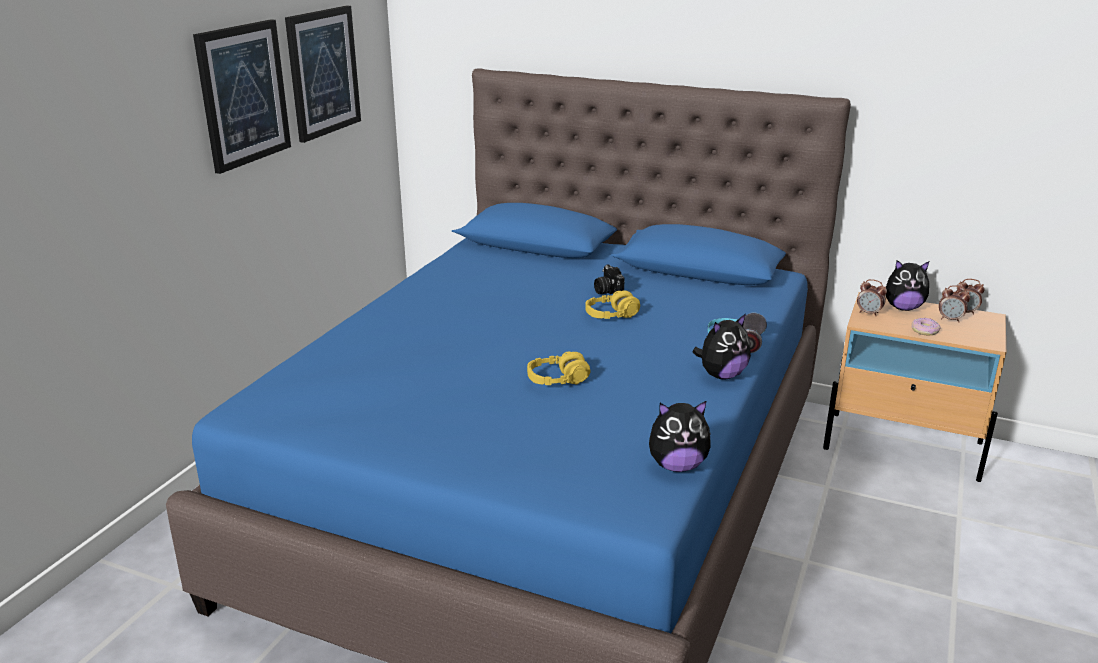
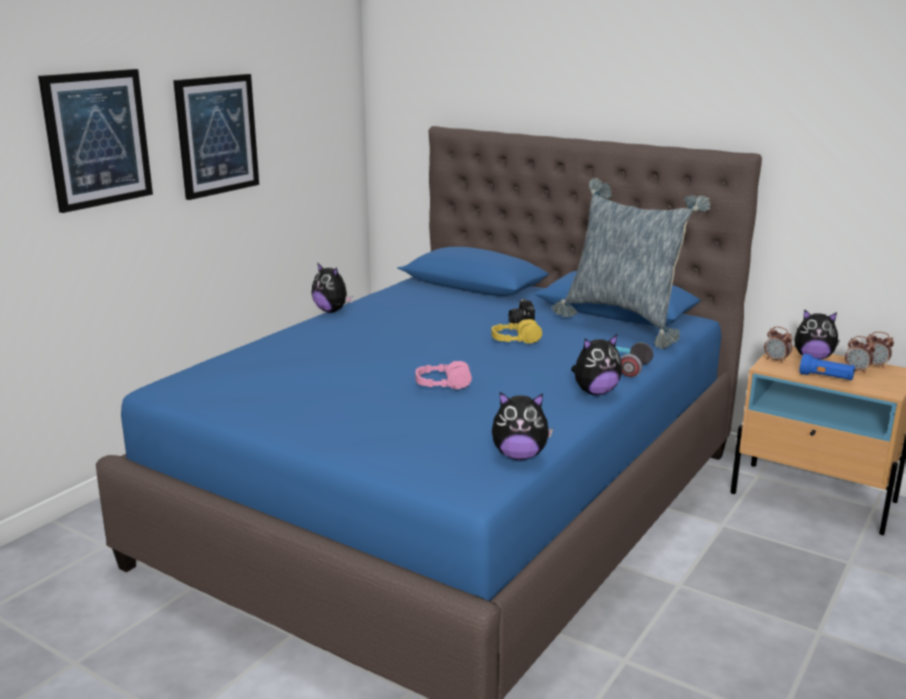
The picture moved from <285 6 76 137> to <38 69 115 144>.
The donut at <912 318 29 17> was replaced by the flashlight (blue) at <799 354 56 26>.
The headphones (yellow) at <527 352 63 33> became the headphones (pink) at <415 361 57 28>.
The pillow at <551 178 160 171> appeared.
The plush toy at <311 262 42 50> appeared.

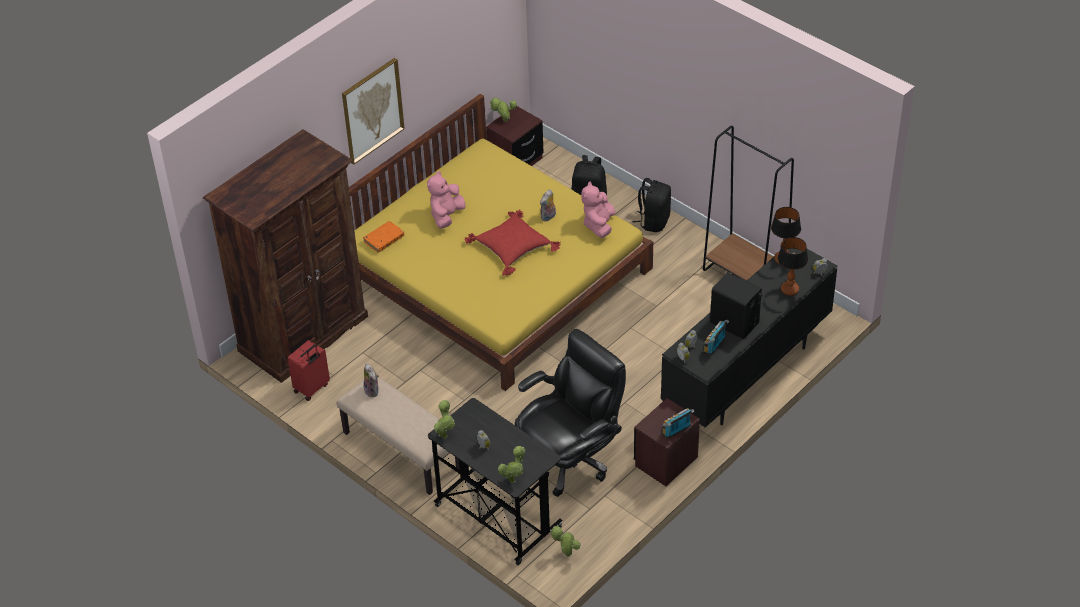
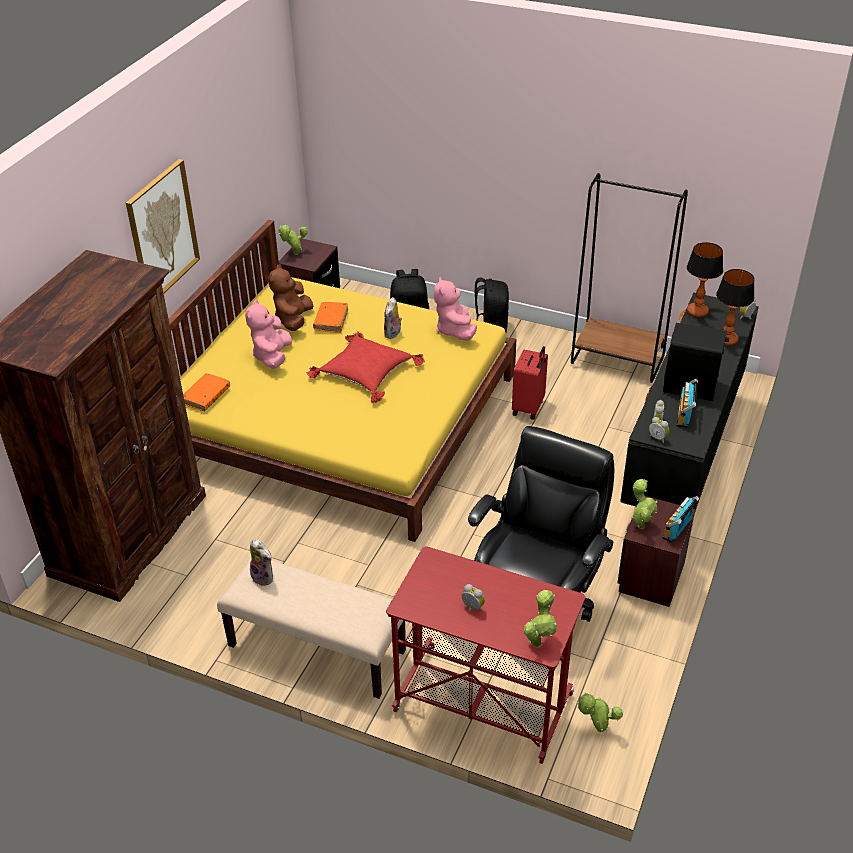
The suitcase (red) moved from <288 340 42 61> to <512 346 36 74>.
The desk (black) at <428 398 134 167> became the desk (red) at <386 546 199 218>.
The potted plant moved from <434 400 21 39> to <631 479 26 50>.
The plush toy (brown) at <268 264 45 67> appeared.
The book (orange) at <313 302 35 31> appeared.

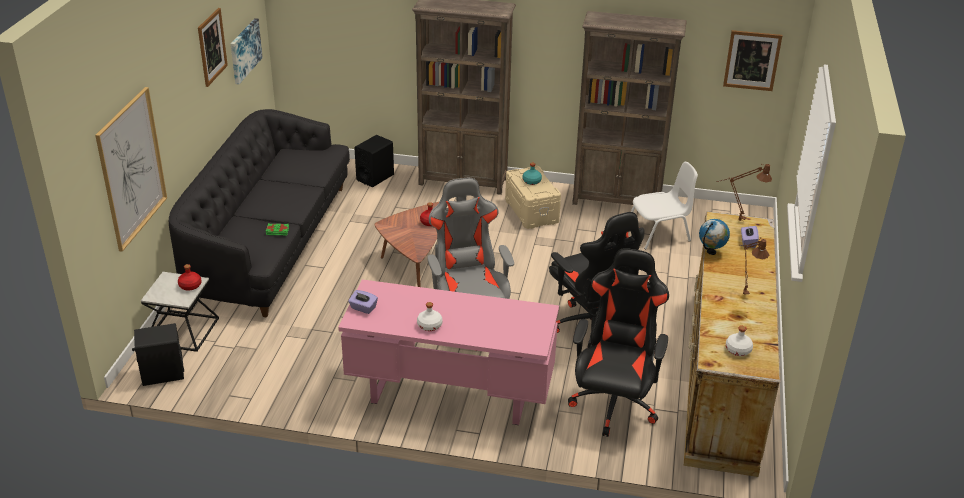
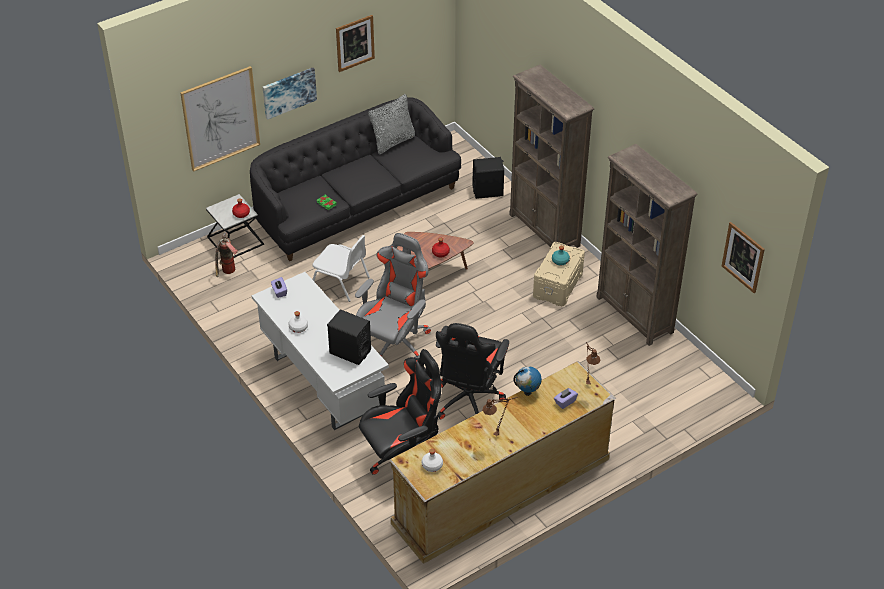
The picture moved from <231 18 32 66> to <263 68 54 52>.
The chair (white) moved from <631 161 67 89> to <312 235 58 67>.
The desk (pink) at <338 279 221 146> became the desk (white) at <252 272 137 158>.
The speaker (black) moved from <132 323 52 63> to <327 309 44 56>.
The pillow (grey) at <368 94 47 60> appeared.
The fire extinguisher at <215 233 23 44> appeared.

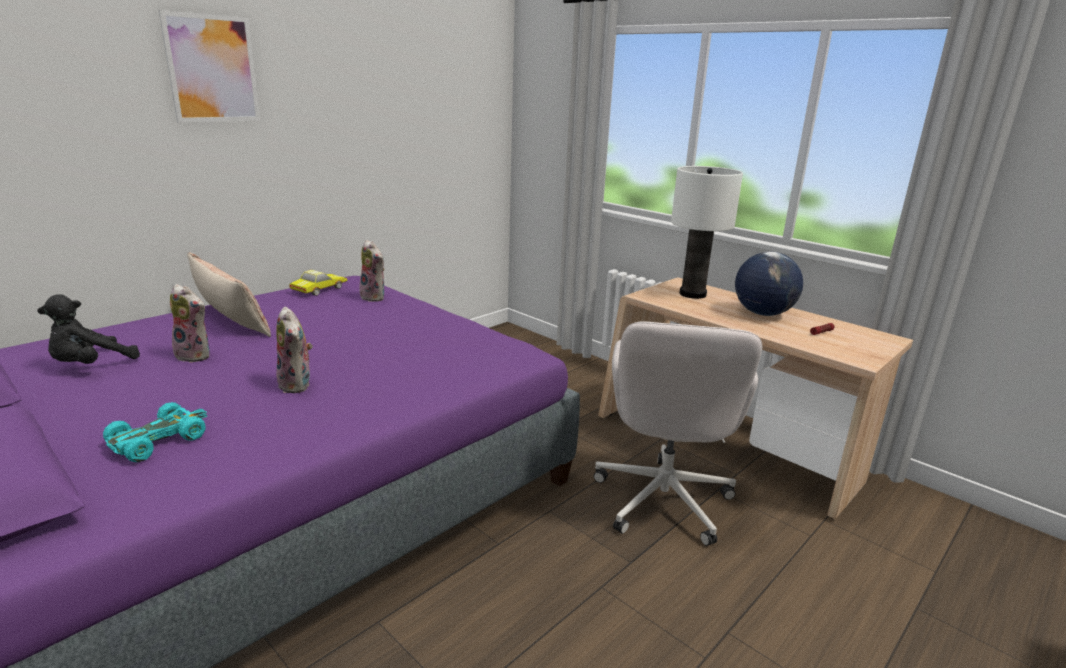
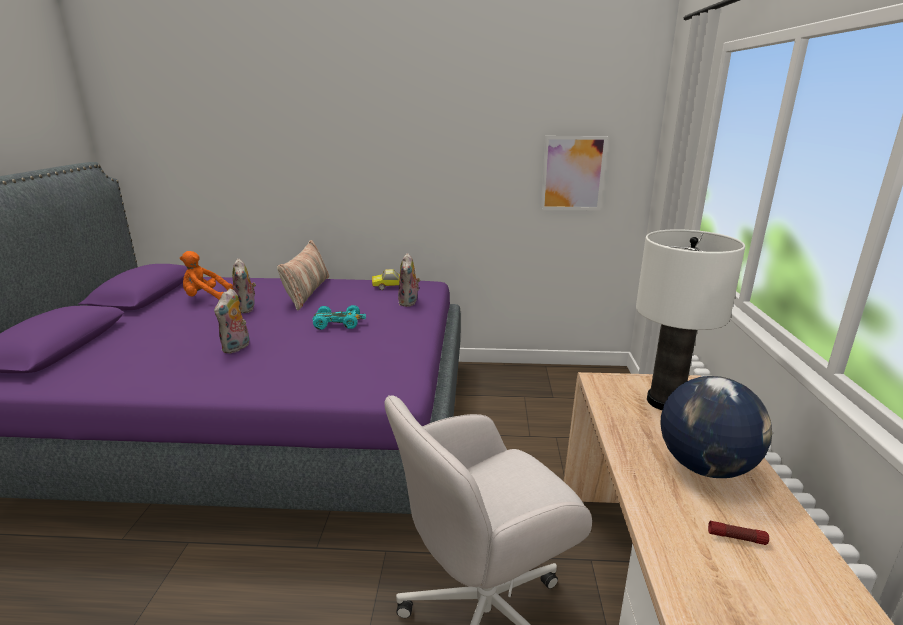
The picture moved from <158 10 103 112> to <541 136 67 74>.
The plush toy (black) at <37 294 103 70> became the plush toy (orange) at <180 251 53 49>.
The toy car (turquoise) moved from <103 402 104 60> to <312 305 54 25>.

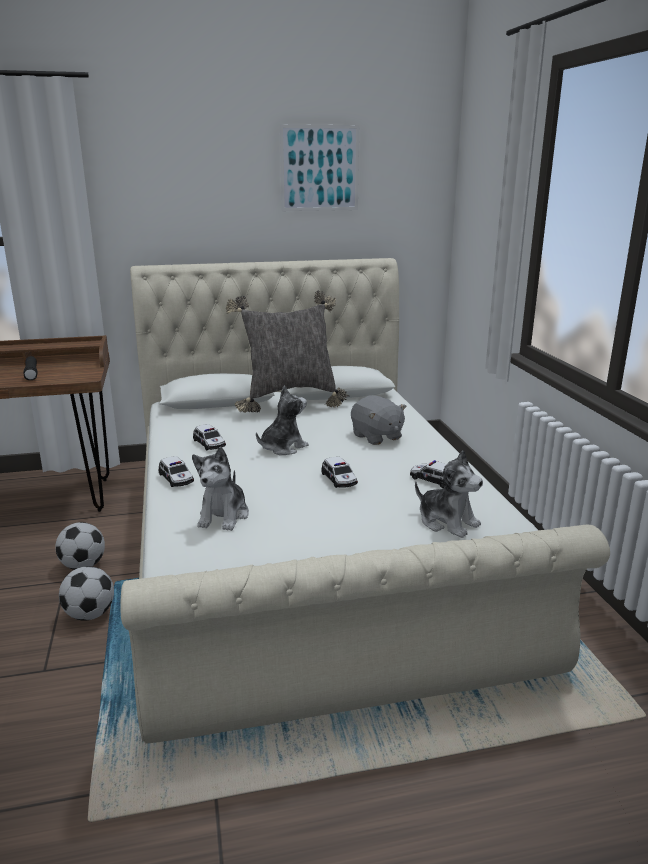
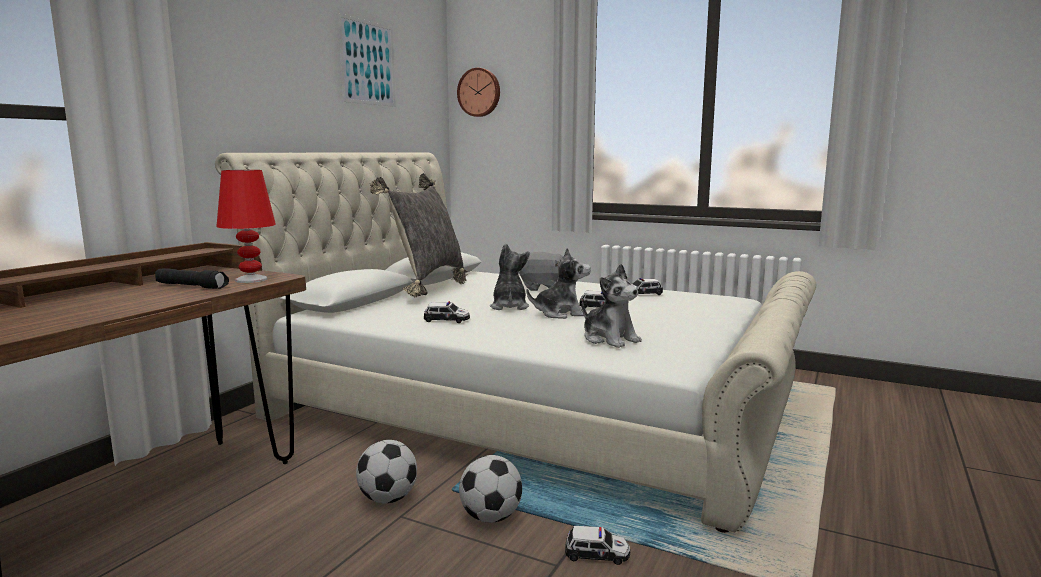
The plush toy moved from <415 450 68 88> to <527 248 64 71>.
The toy car moved from <159 456 35 31> to <565 526 65 39>.
The wall clock at <457 68 43 49> appeared.
The table lamp (red) at <216 170 60 113> appeared.

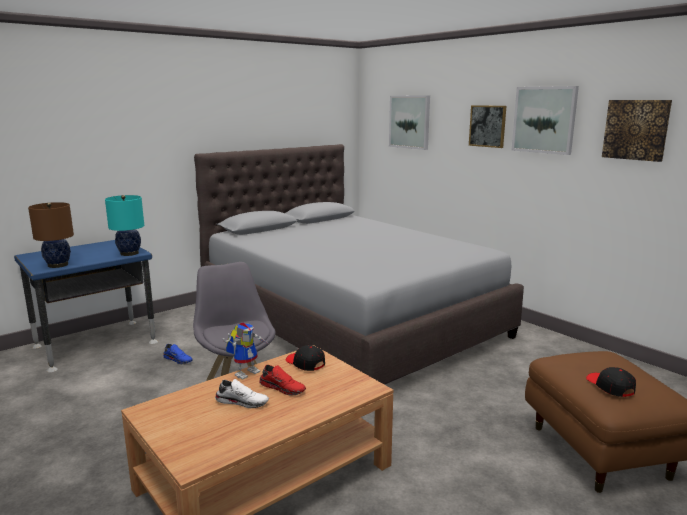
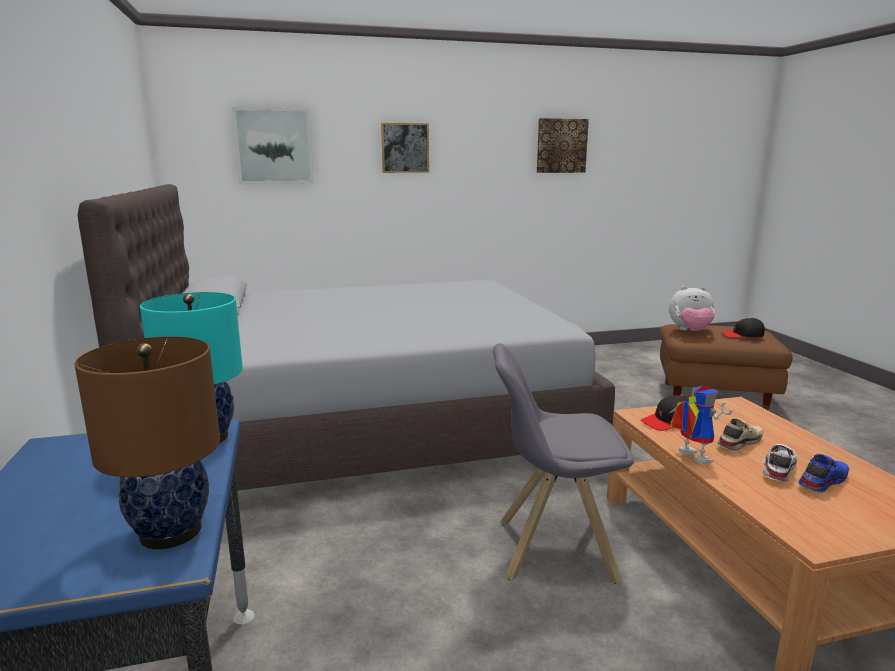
The picture at <512 86 67 69> disappeared.
The shoe (blue) moved from <163 344 29 20> to <798 454 51 39>.
The shoe (red) at <259 365 47 31> became the shoe (beige) at <717 418 46 33>.
The plush toy at <669 286 46 45> appeared.

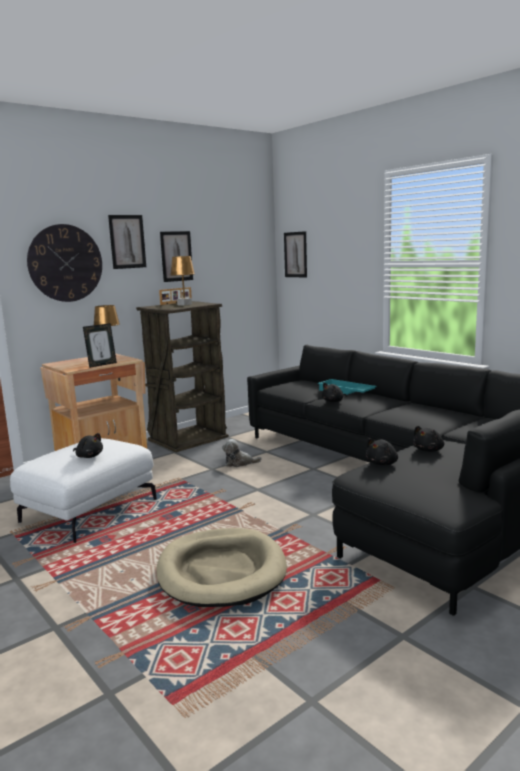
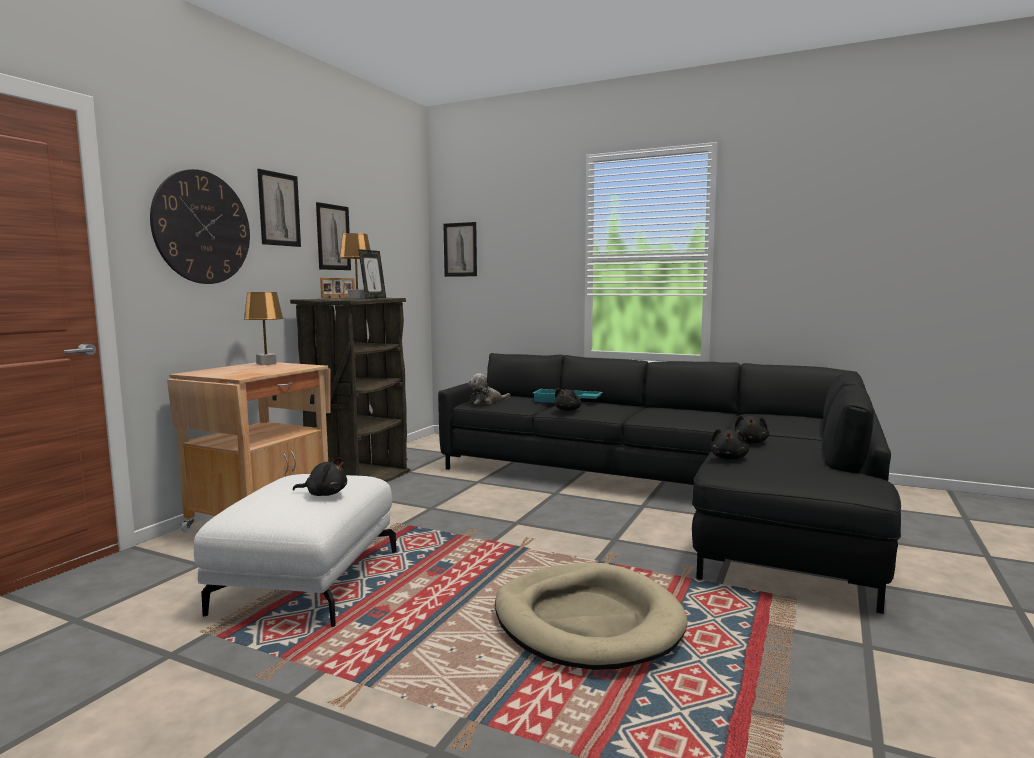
The picture frame moved from <83 323 34 45> to <358 249 28 50>.
The plush toy moved from <222 439 39 28> to <468 373 42 31>.

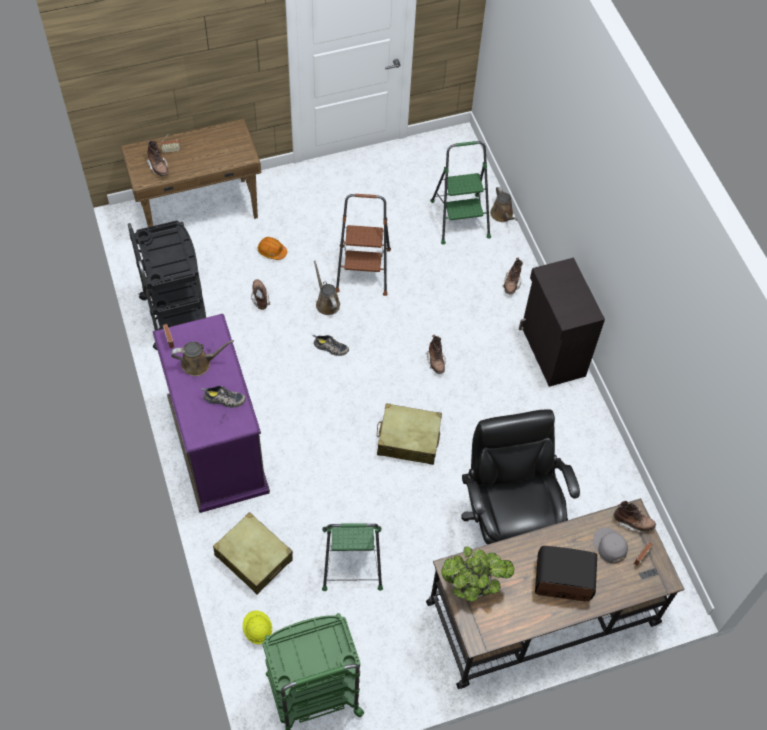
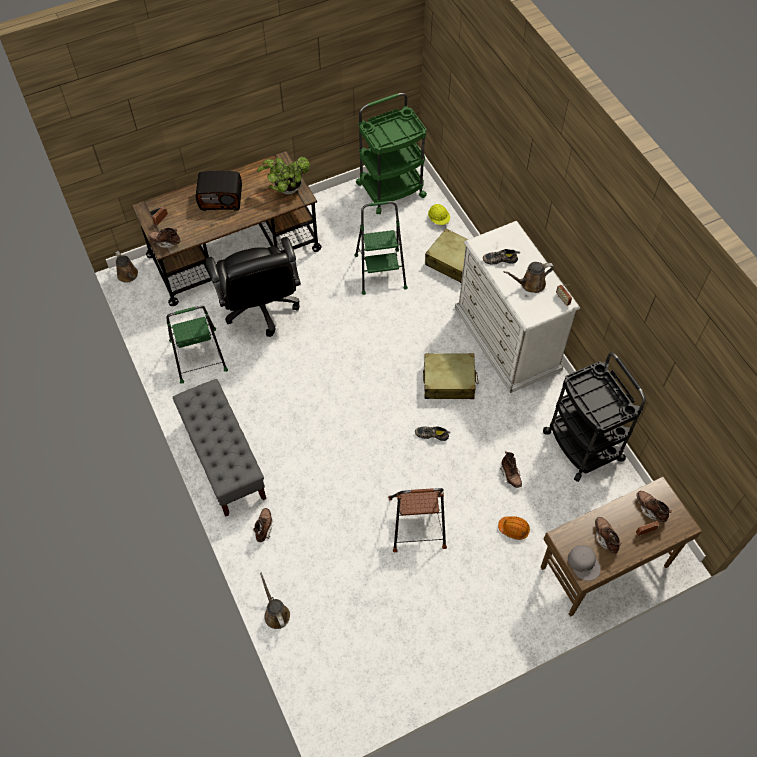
The step ladder (green) moved from <430 141 61 103> to <166 306 62 78>.
The cabinet (black) at <519 258 86 129> was replaced by the bench (grey) at <173 379 93 138>.
The watering can (brown) moved from <314 261 26 54> to <115 251 23 32>.
The dresser (purple) at <153 314 117 199> became the dresser (white) at <455 221 126 172>.
The boot (brown) moved from <426 334 20 40> to <595 517 26 37>.
The suitcase (beige) moved from <377 403 65 62> to <423 353 56 46>.
The cap (grey) moved from <593 528 35 35> to <568 545 33 36>.

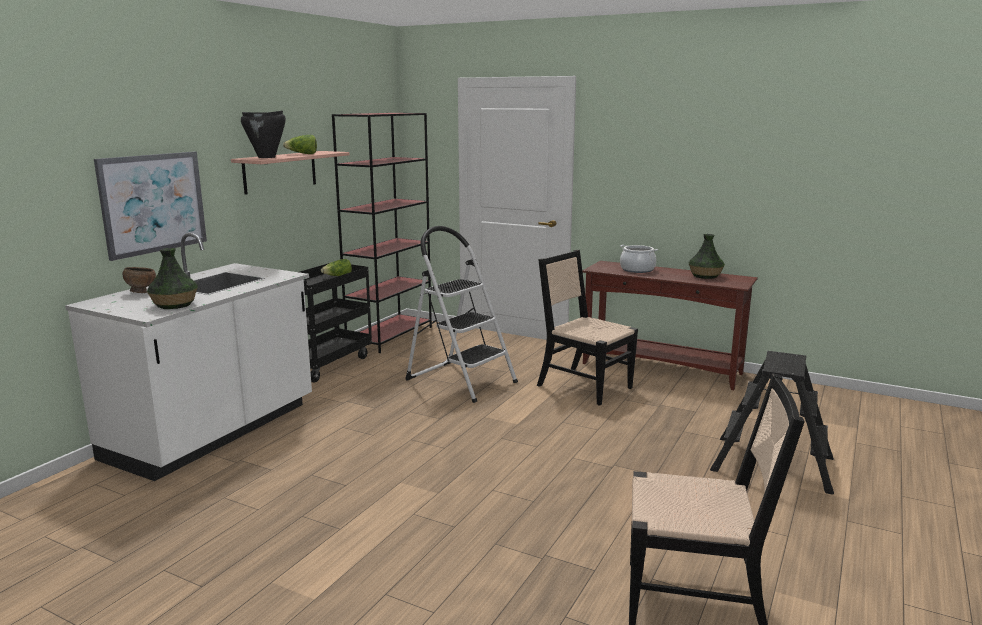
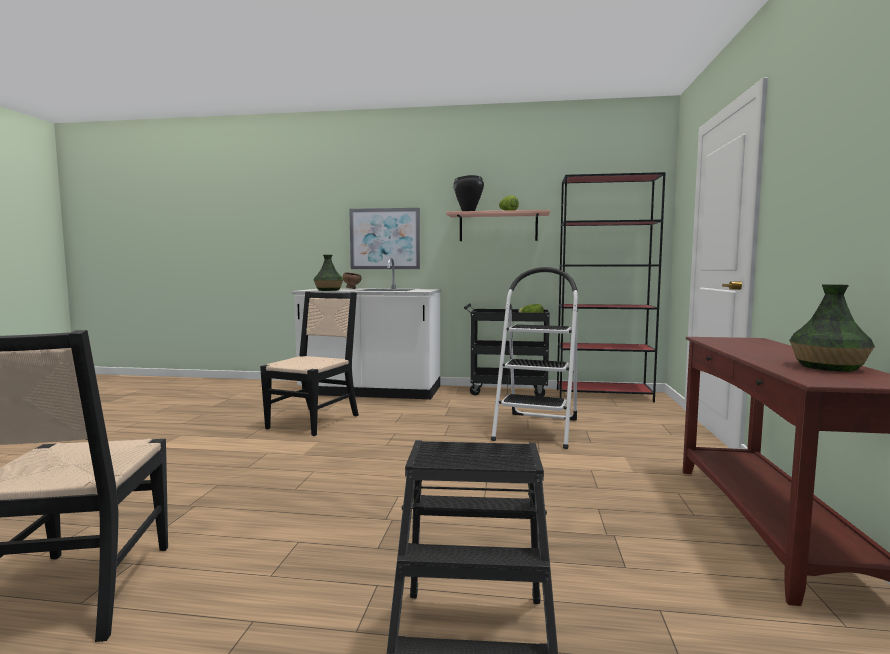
The cooking pot at <620 245 38 28> disappeared.
The chair moved from <537 250 101 155> to <260 291 99 145>.

